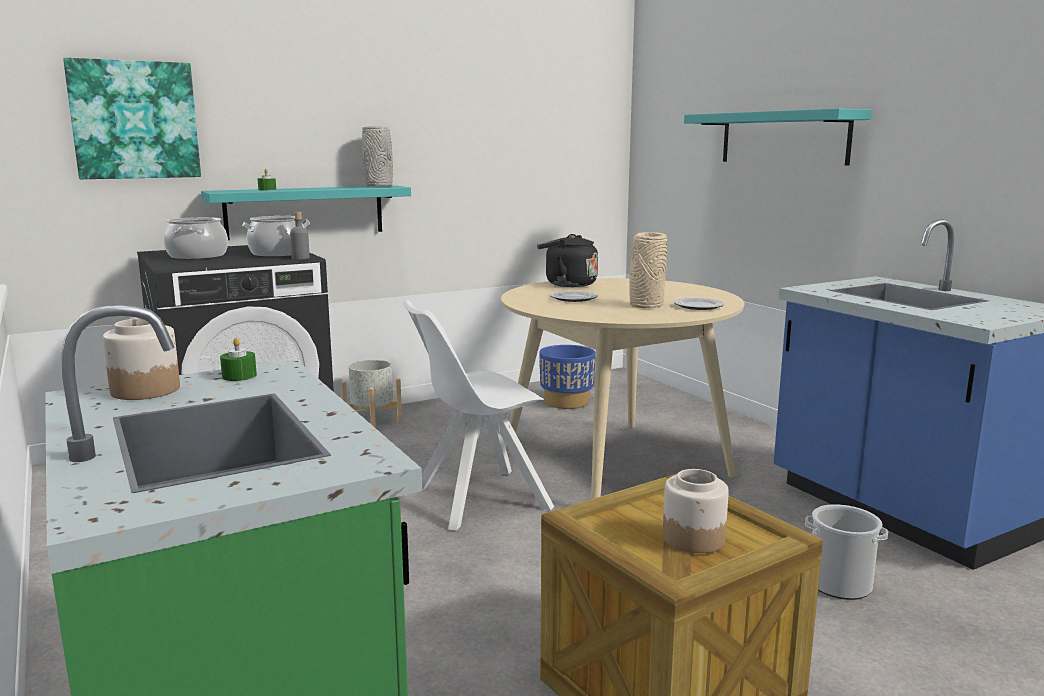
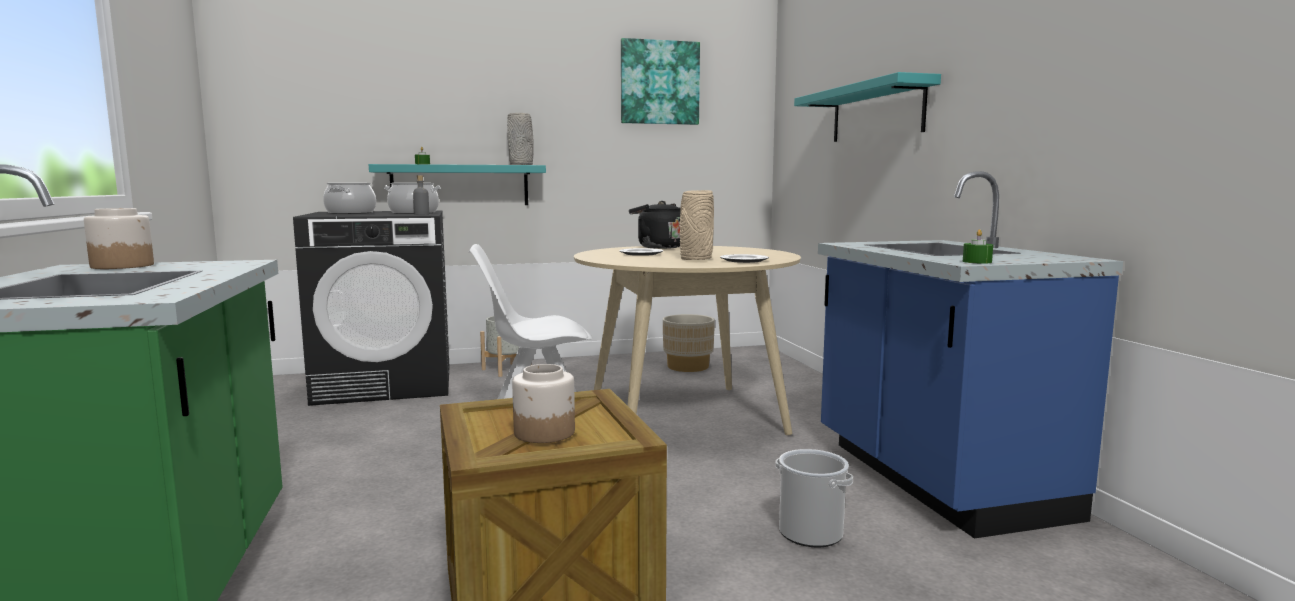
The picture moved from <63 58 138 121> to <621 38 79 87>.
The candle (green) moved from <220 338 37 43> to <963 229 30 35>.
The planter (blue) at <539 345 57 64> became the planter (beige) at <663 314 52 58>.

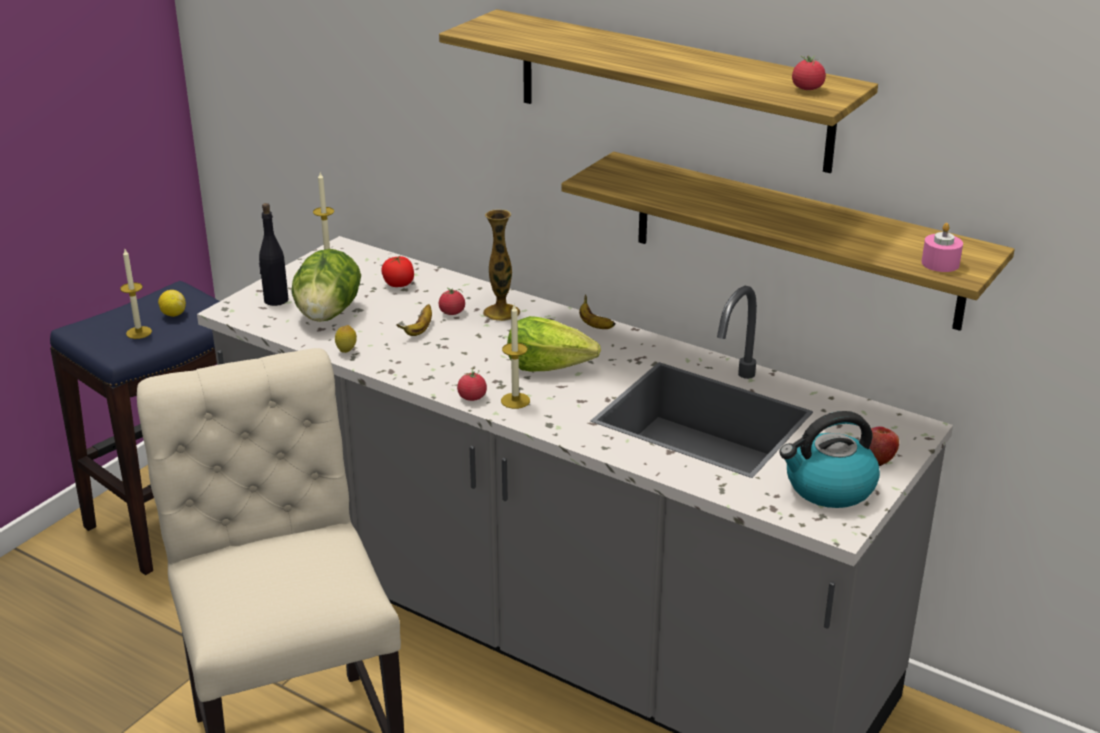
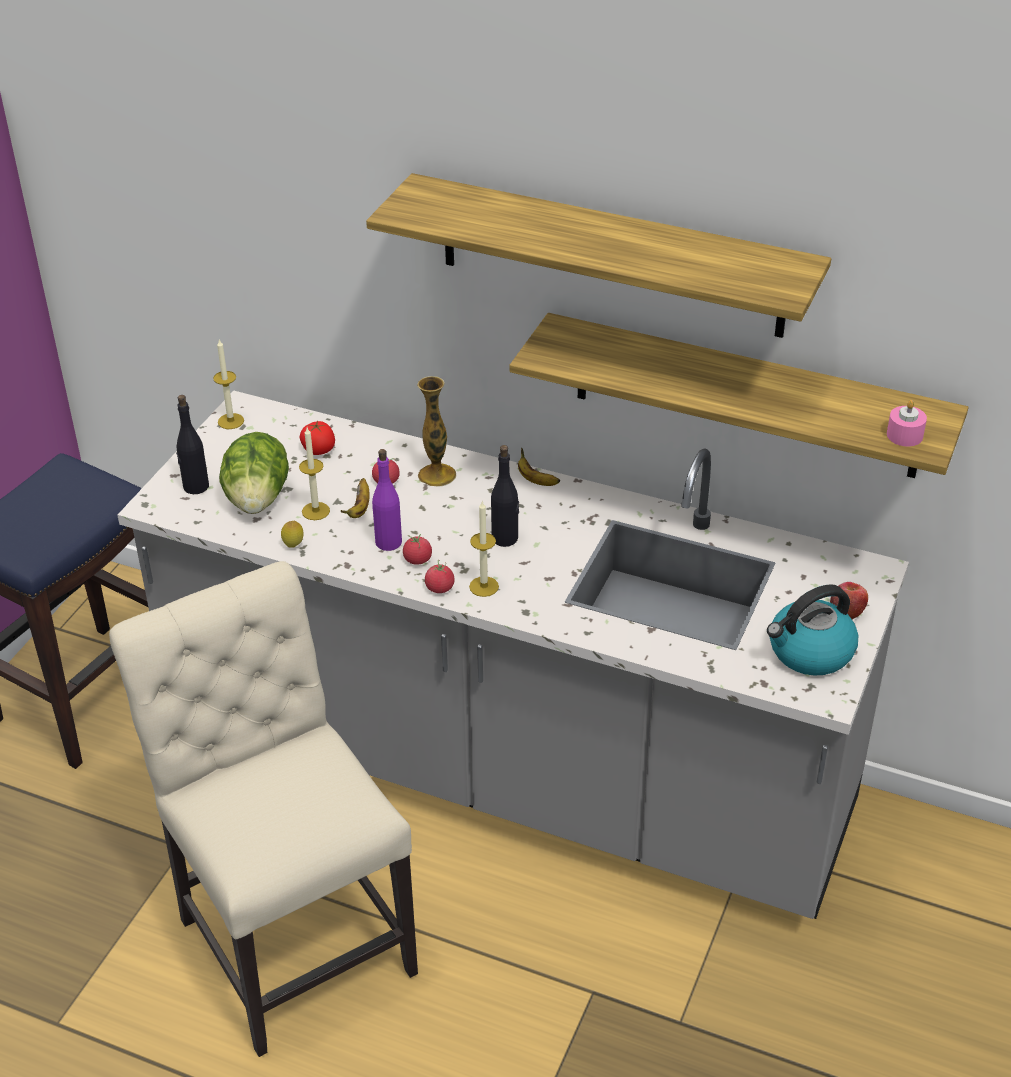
The tomato moved from <792 56 34 34> to <403 534 29 31>.
The candle moved from <120 249 32 90> to <299 428 31 92>.
The lemon at <158 290 28 27> disappeared.
The lettuce at <507 316 94 55> was replaced by the bottle (black) at <491 445 28 102>.
The bottle (purple) at <372 449 30 102> appeared.

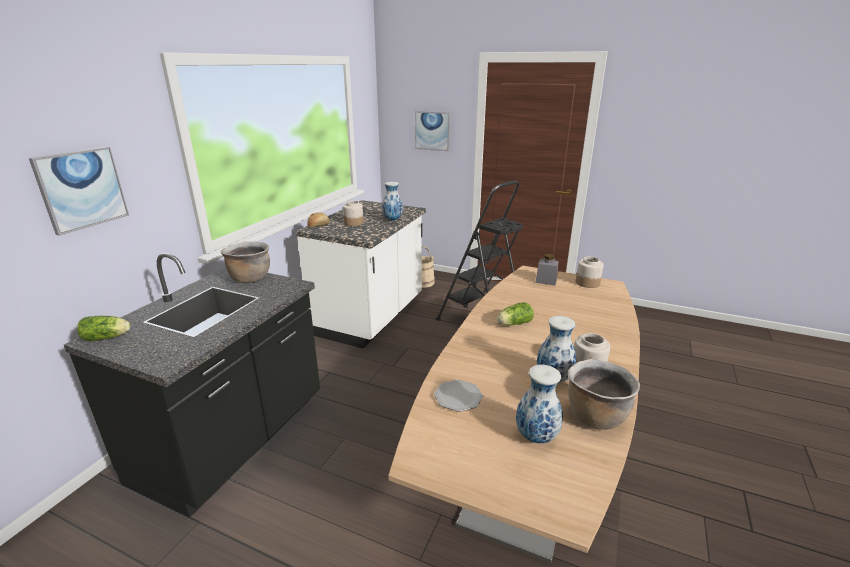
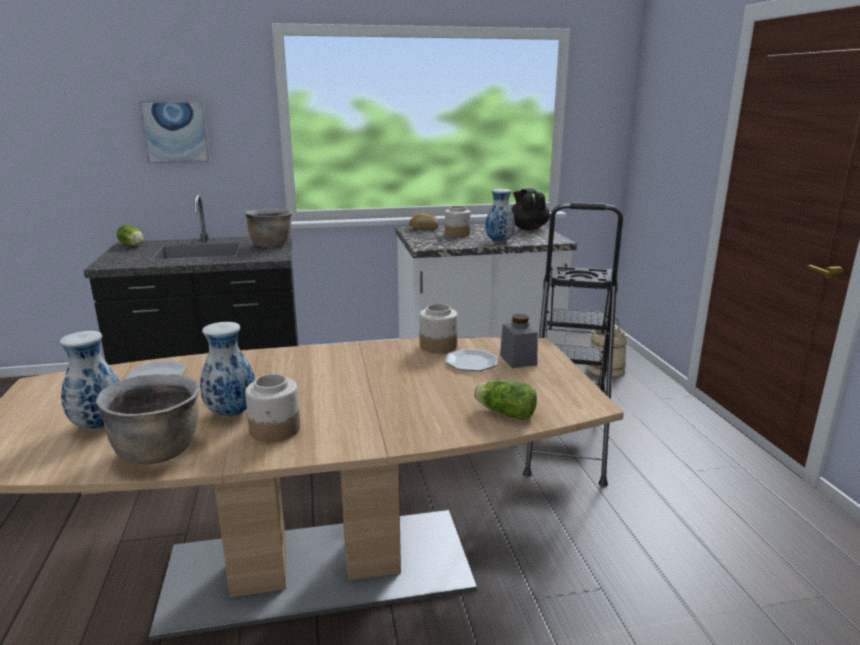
The picture at <415 111 35 40> disappeared.
The jar moved from <576 257 27 31> to <419 304 39 49>.
The lettuce moved from <497 302 37 24> to <474 380 63 40>.
The teapot (black) at <511 188 39 42> appeared.
The plate at <445 349 53 22> appeared.

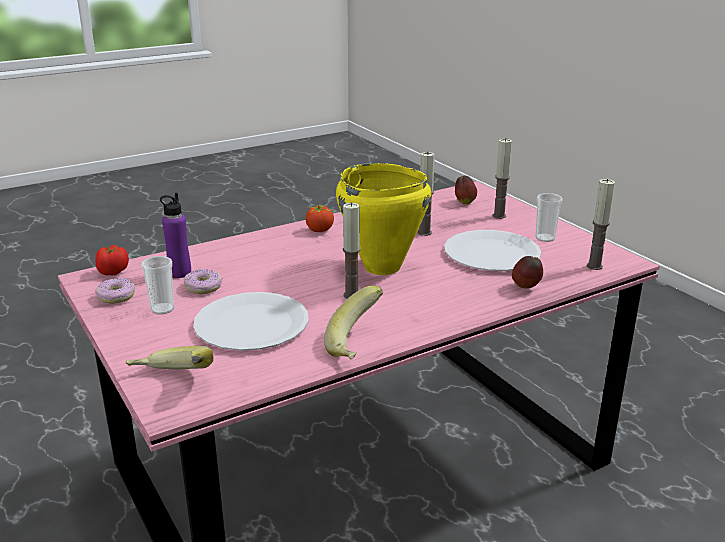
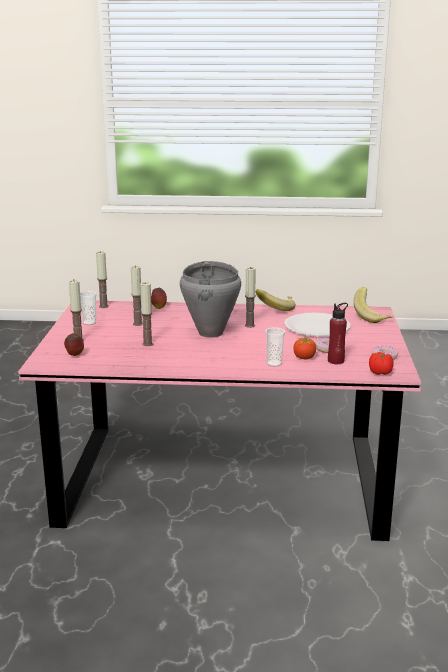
The cooking pot (yellow) at <336 163 95 112> became the cooking pot (grey) at <180 261 61 77>.
The bottle (purple) at <160 193 31 85> became the bottle (red) at <328 303 20 61>.
The tomato moved from <306 203 28 29> to <293 334 23 26>.
The plate (white) at <444 230 97 41> was replaced by the candle at <131 265 12 61>.
The cup moved from <141 256 33 59> to <265 327 20 40>.

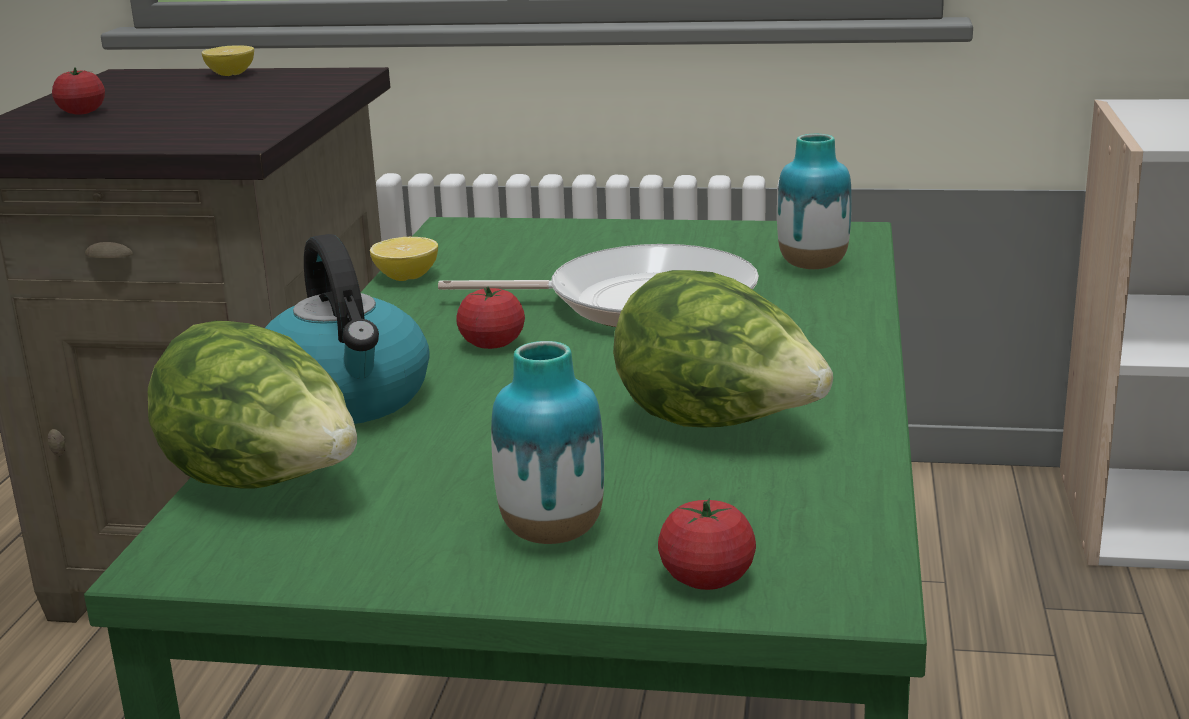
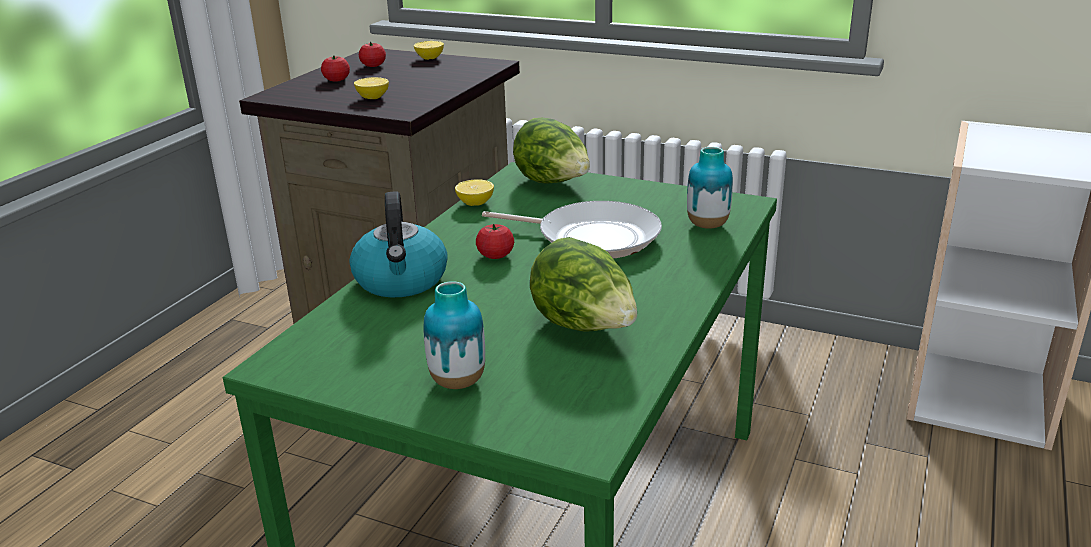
The lettuce moved from <148 321 209 168> to <513 118 77 65>.
The tomato moved from <658 498 98 92> to <359 42 27 25>.
The lemon at <354 77 35 22> appeared.

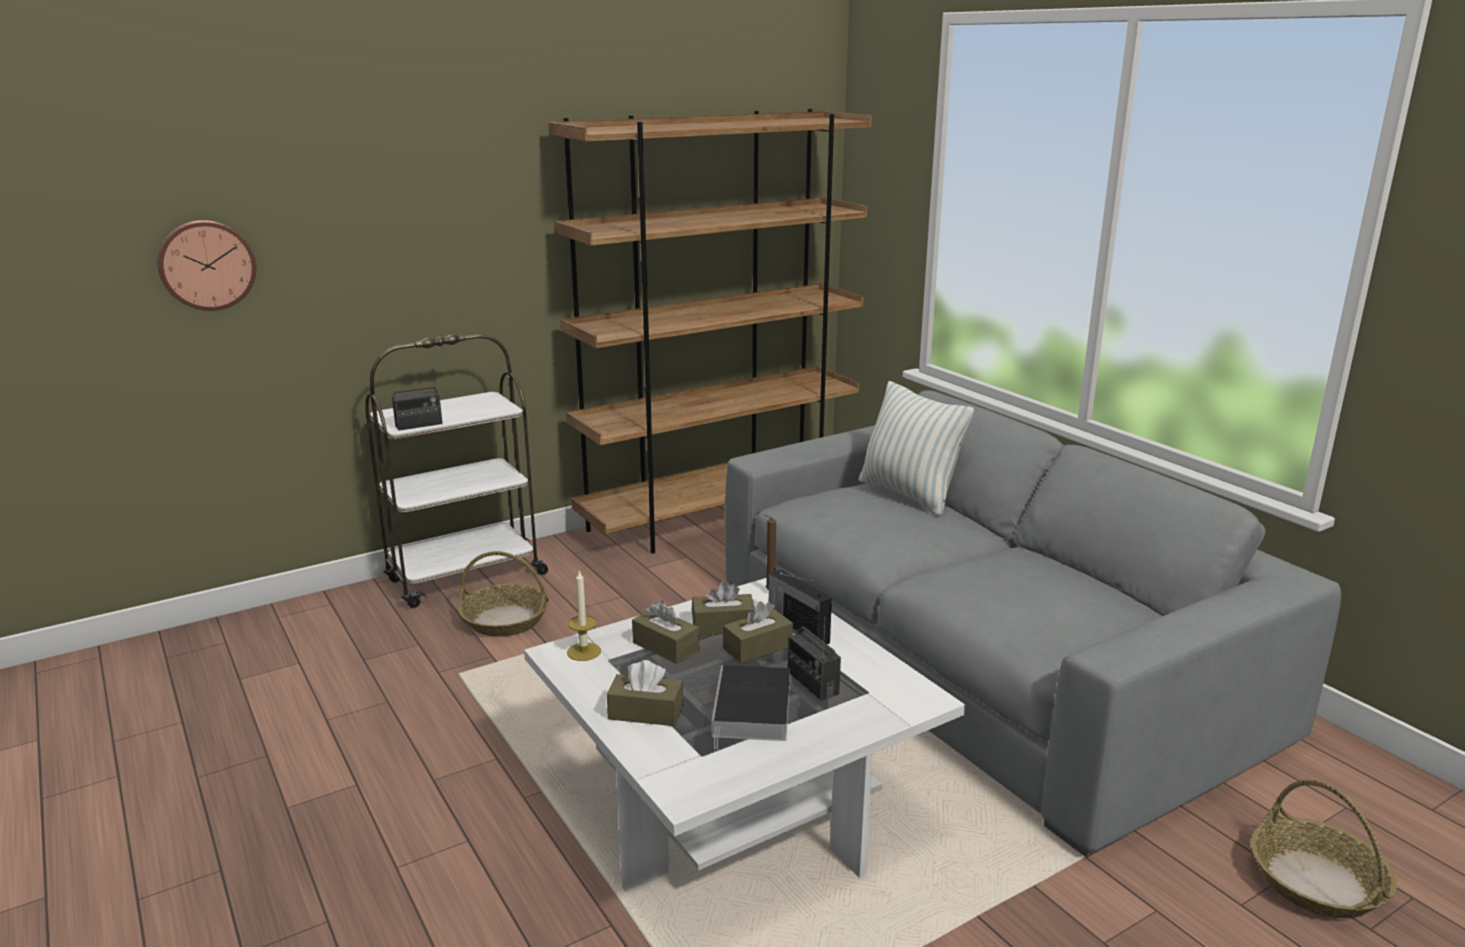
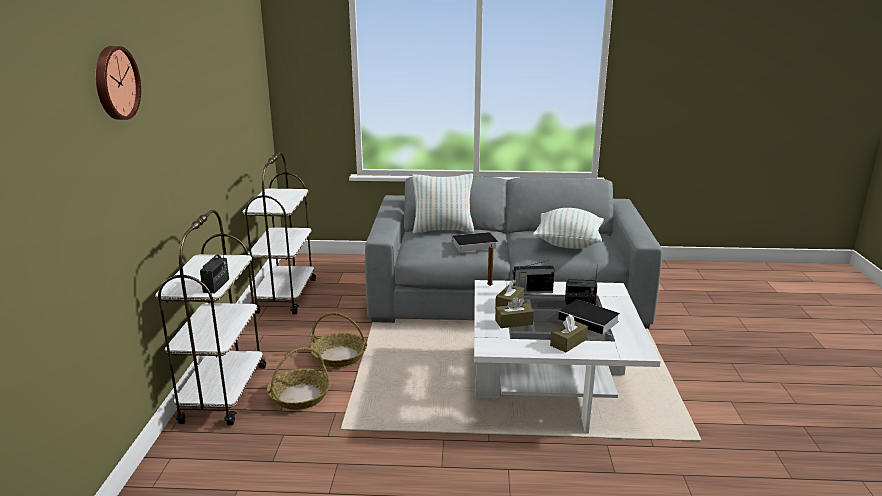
The bookcase (brown) at <548 109 324 445> was replaced by the cart (white) at <242 152 74 162>.
The wall clock moved from <157 220 99 91> to <96 46 45 74>.
The candle at <567 571 34 90> disappeared.
The tissue box (brown) at <723 601 70 62> disappeared.
The basket moved from <1251 779 146 139> to <310 313 57 54>.
The pillow at <533 208 71 41> appeared.
The book at <446 232 52 20> appeared.

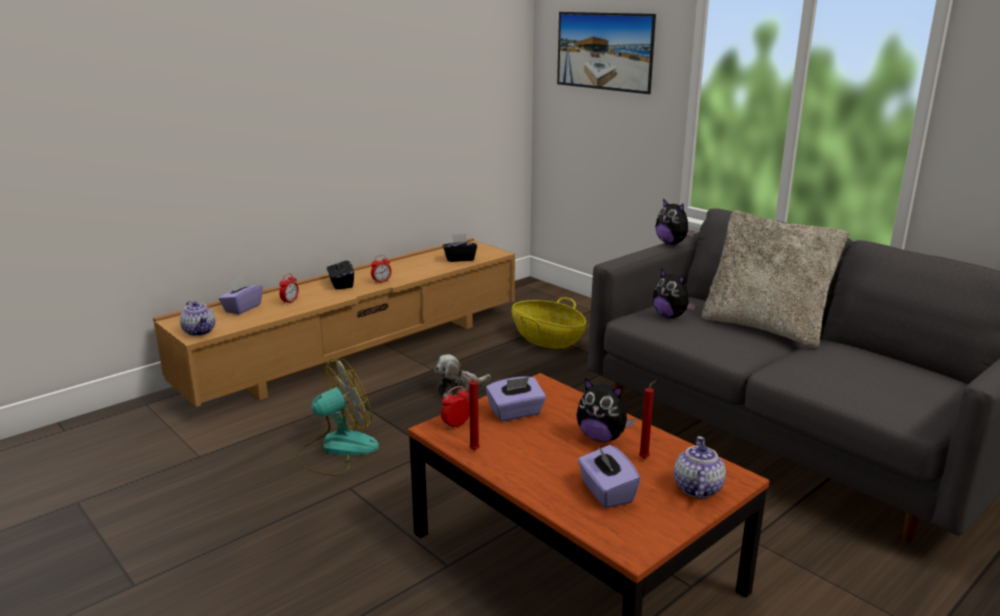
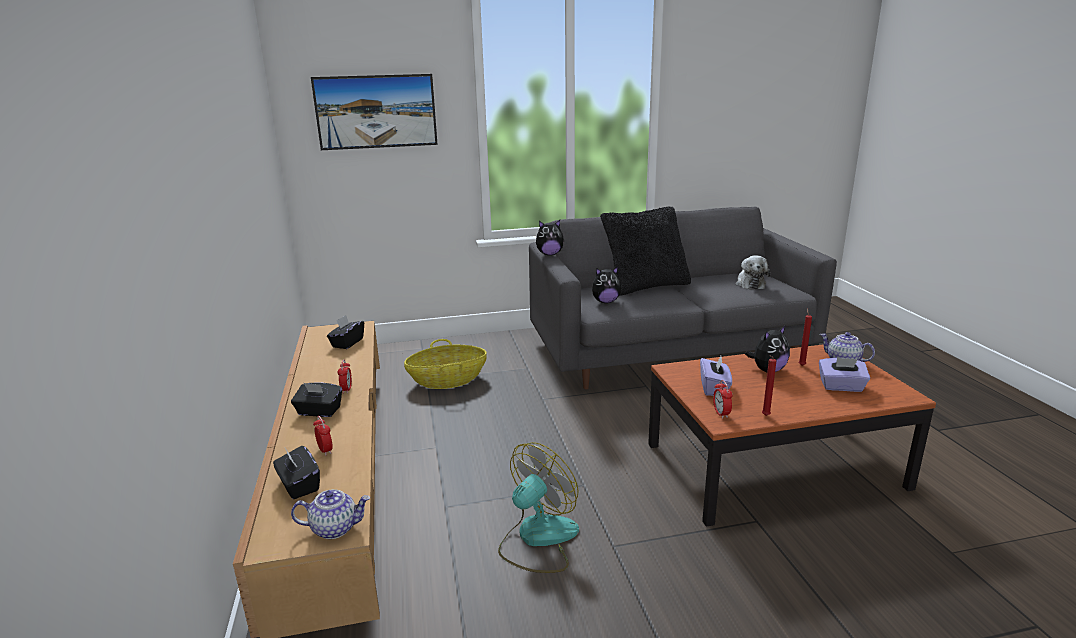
The pillow (beige) at <701 210 148 137> became the pillow (black) at <600 207 91 89>.
The tissue box (purple) at <219 277 44 38> became the tissue box (black) at <273 446 47 53>.
The plush toy moved from <434 355 57 42> to <736 255 34 35>.
The fan at <295 358 84 118> turned 45 degrees clockwise.

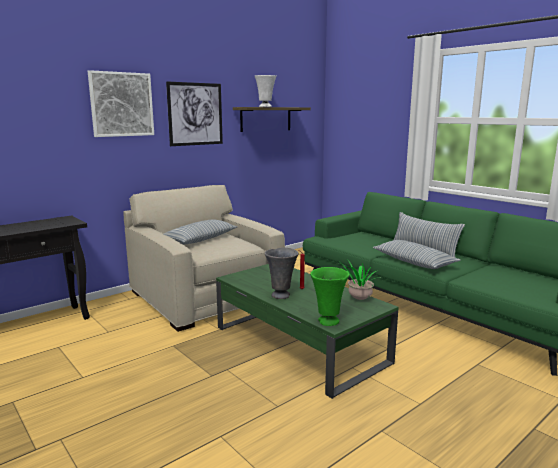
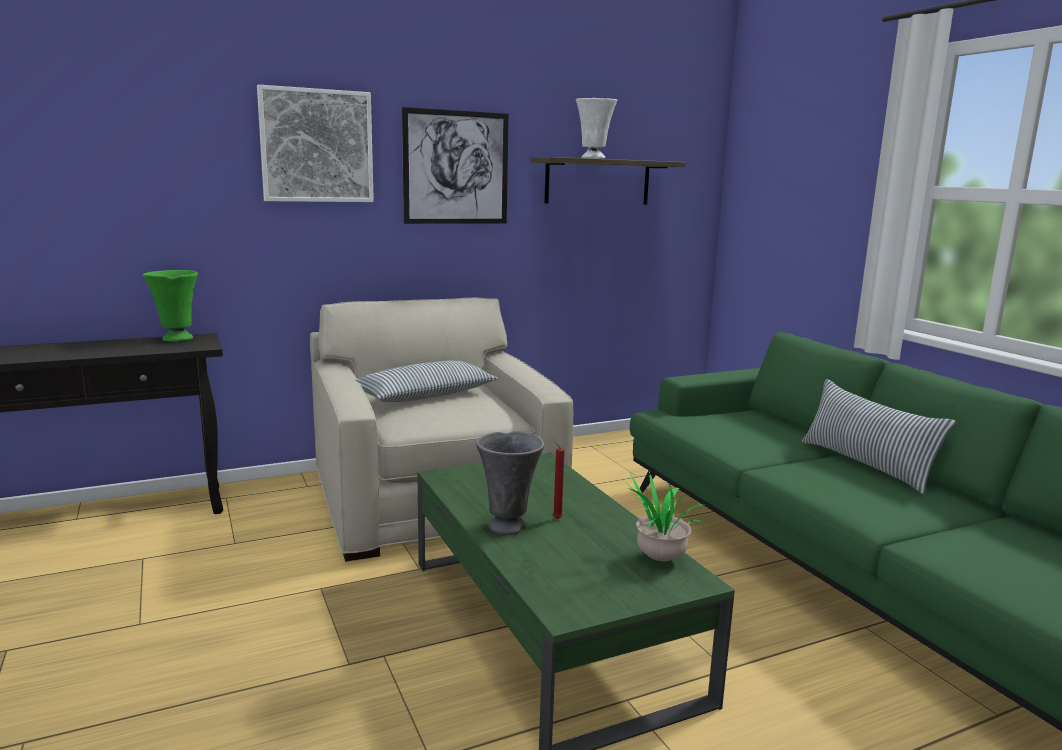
The pillow at <373 240 88 29> disappeared.
The vase (green) moved from <310 267 39 59> to <143 270 55 71>.

